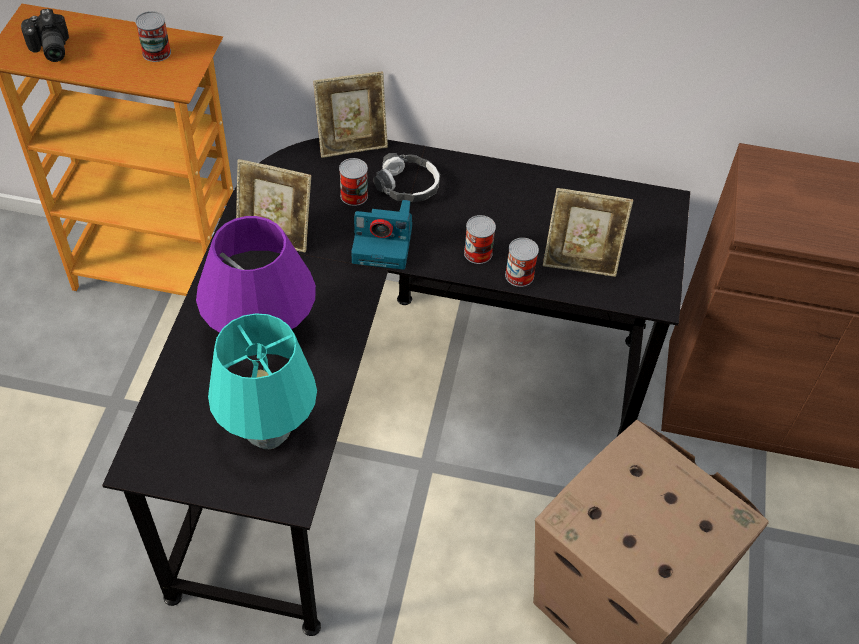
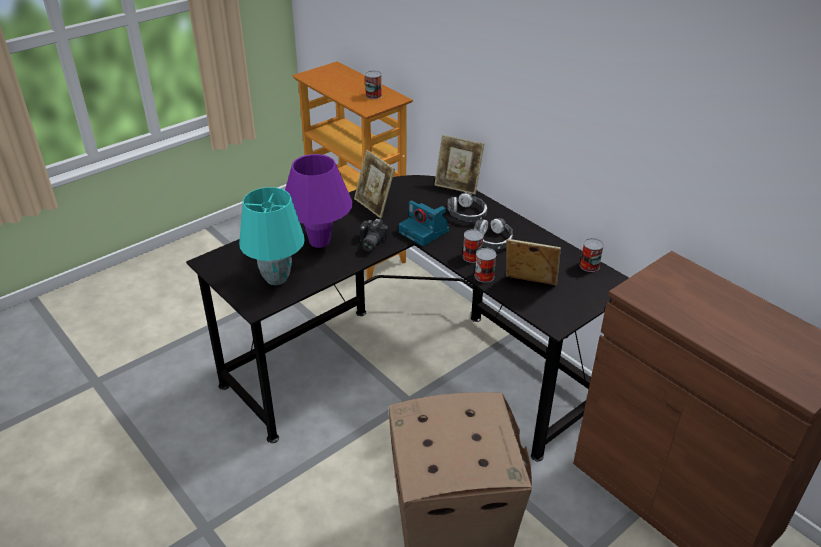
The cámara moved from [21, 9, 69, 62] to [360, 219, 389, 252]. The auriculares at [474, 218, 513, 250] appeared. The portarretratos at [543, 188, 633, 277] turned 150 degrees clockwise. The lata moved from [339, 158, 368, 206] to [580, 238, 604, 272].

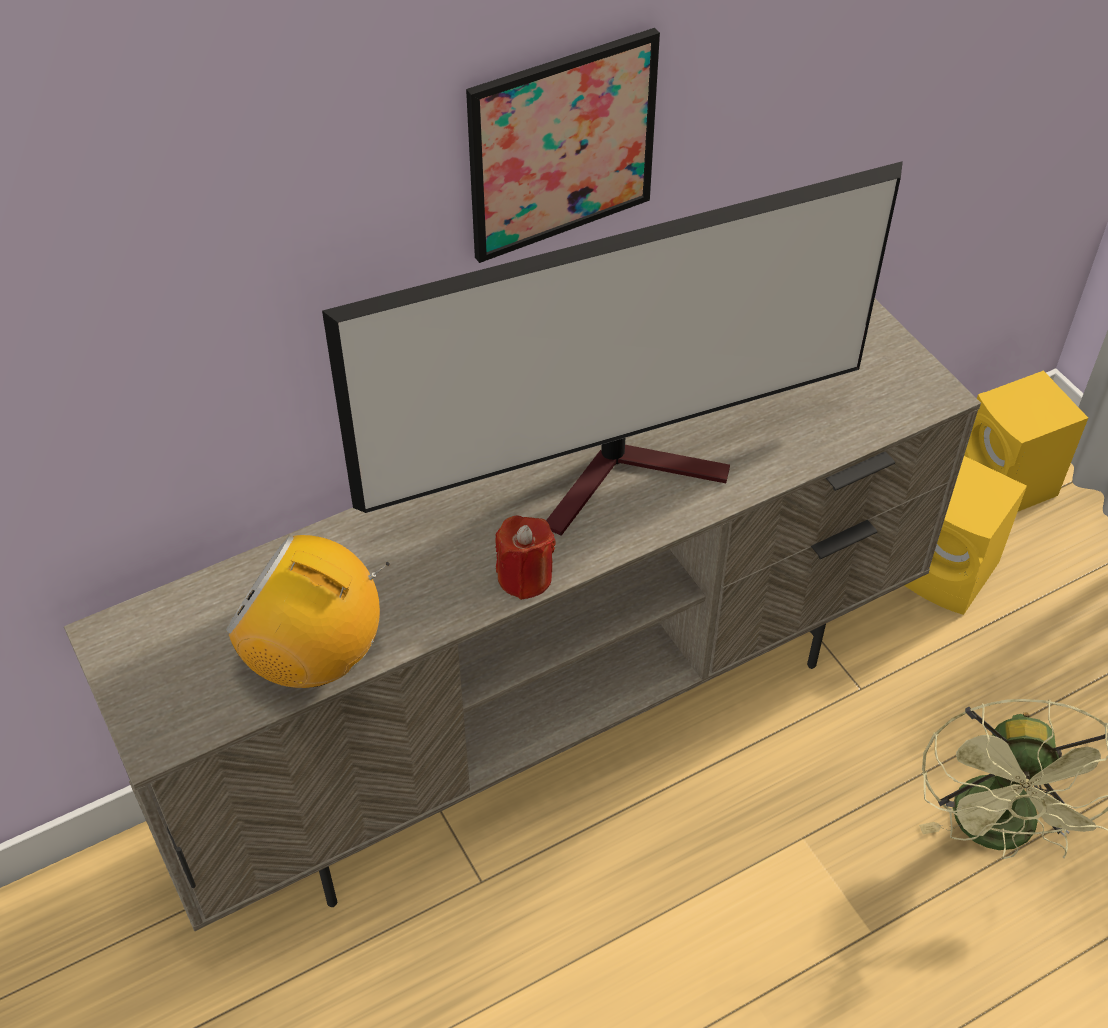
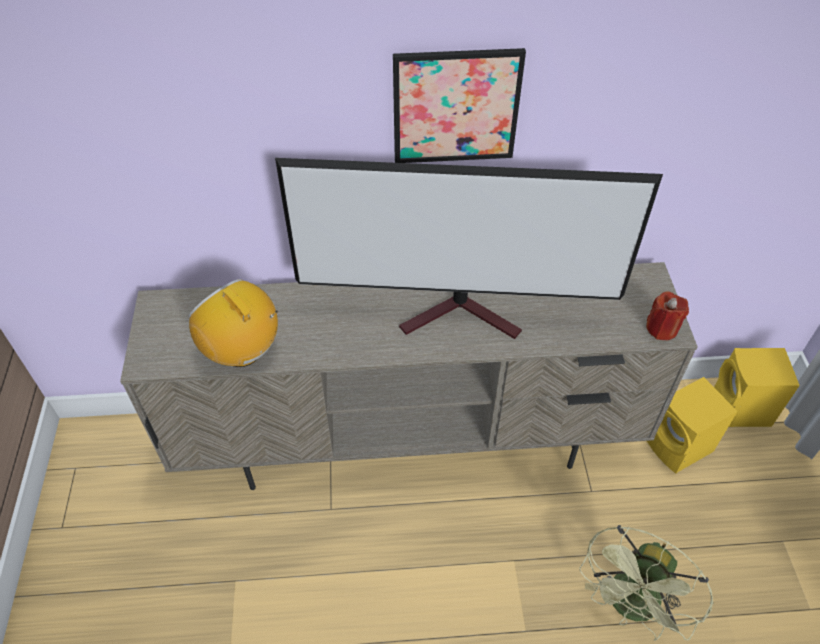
The vela [rojo] moved from [495, 515, 556, 600] to [646, 292, 689, 340].

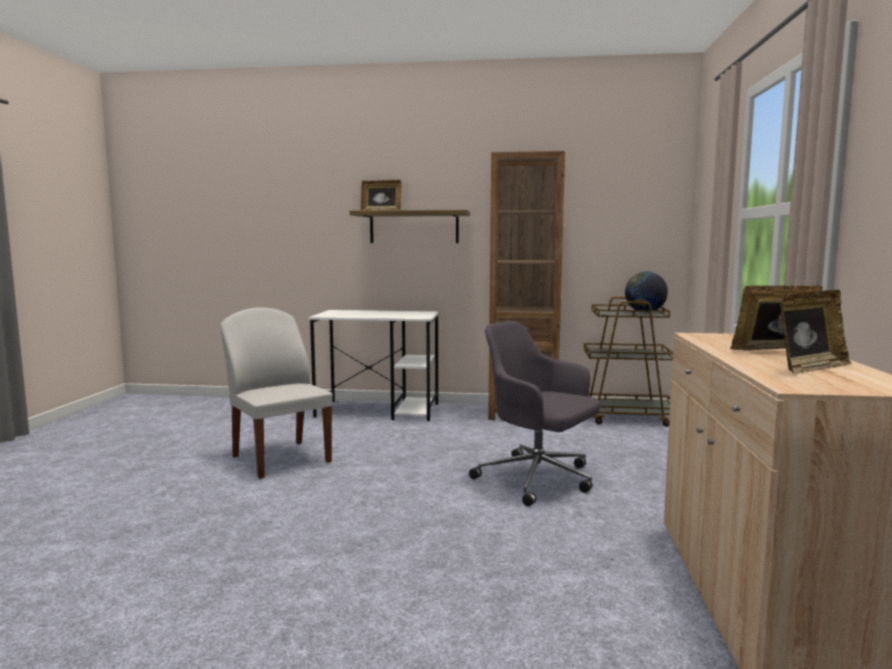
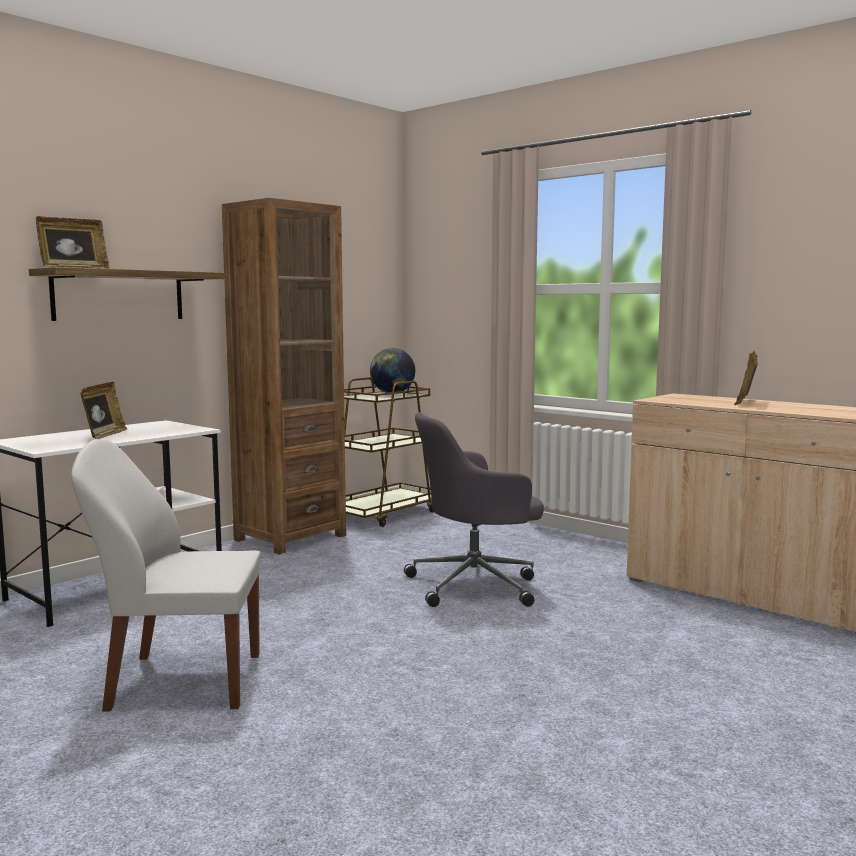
The portarretratos moved from [780, 290, 851, 374] to [80, 382, 127, 439].

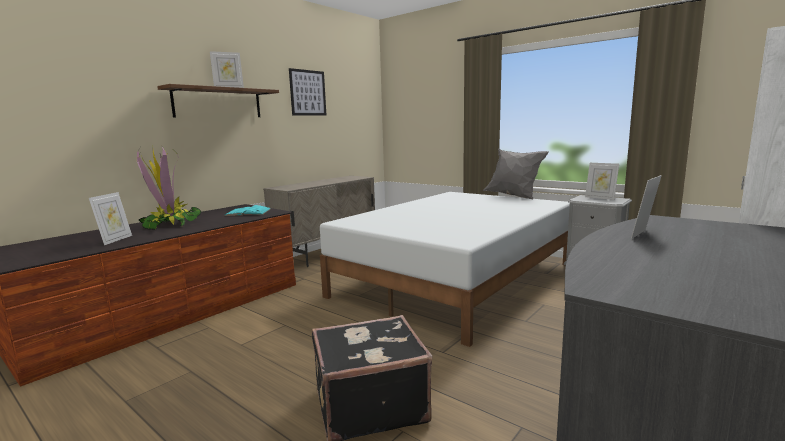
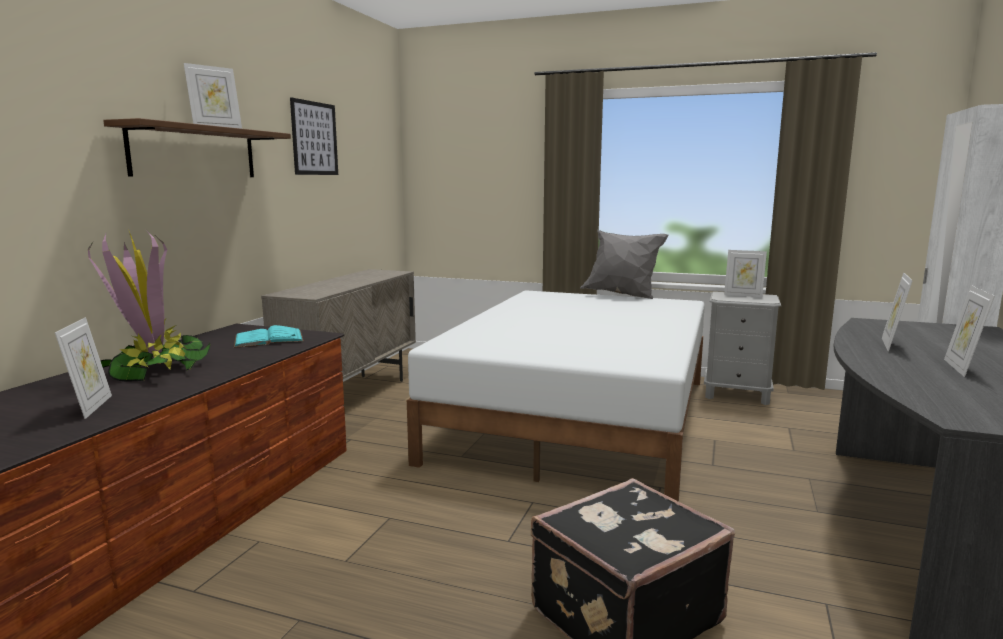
The portarretratos at [944, 285, 995, 377] appeared.

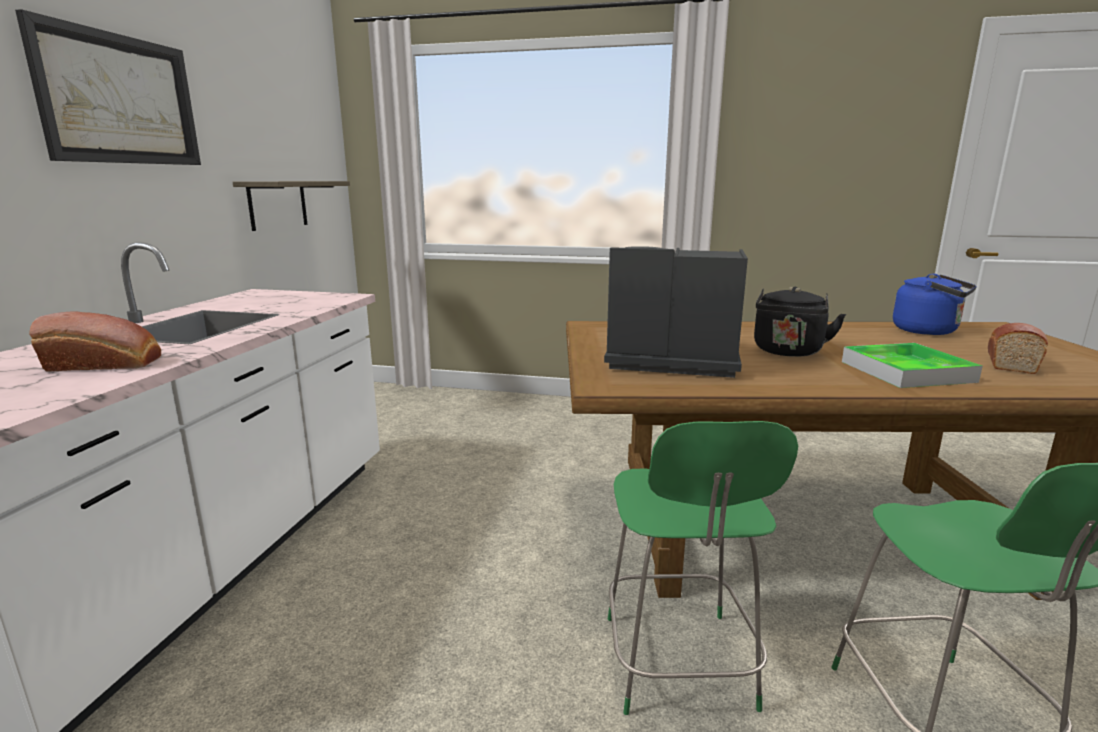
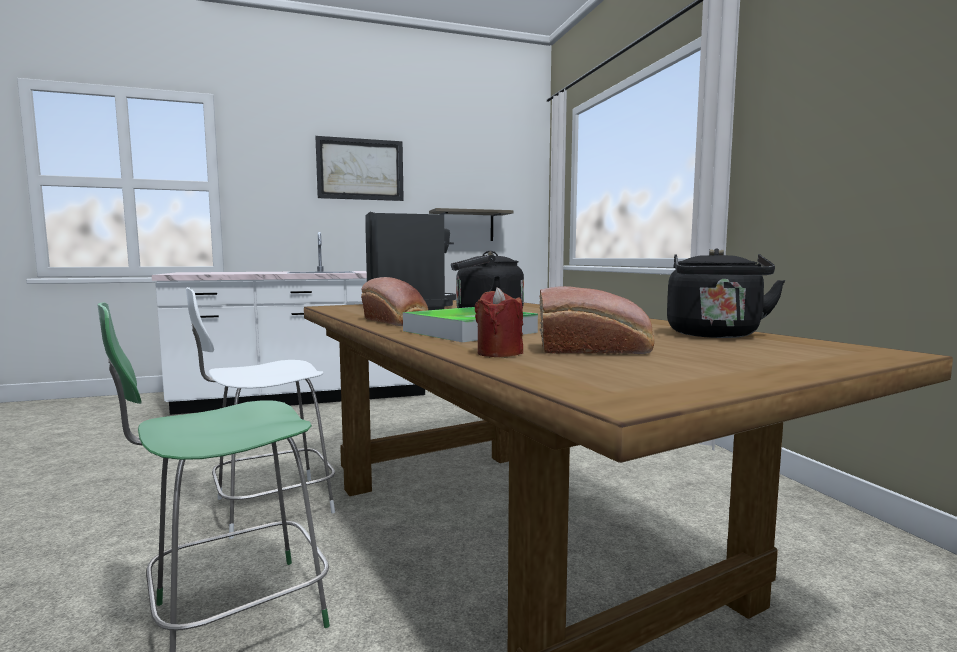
The silla [verde] at [608, 421, 798, 715] became the silla [blanco] at [186, 287, 335, 539]. The pan moved from [29, 312, 161, 372] to [361, 277, 428, 326]. The vela [rojo] at [475, 287, 523, 357] appeared. The hervidor [azul] at [893, 274, 977, 335] became the hervidor [negro] at [667, 248, 785, 338].

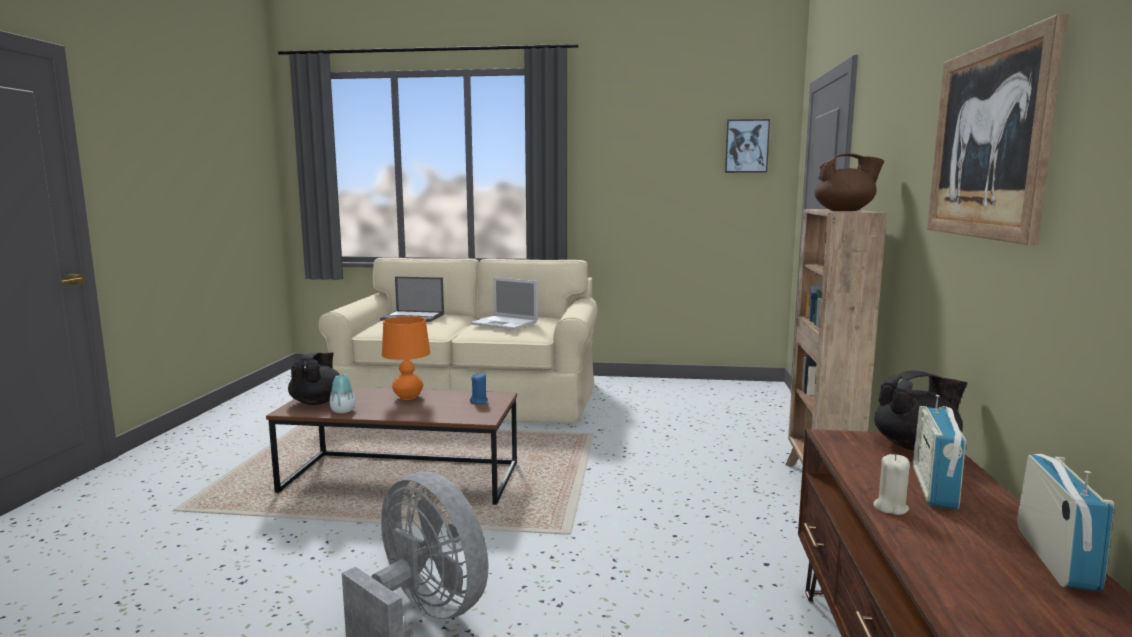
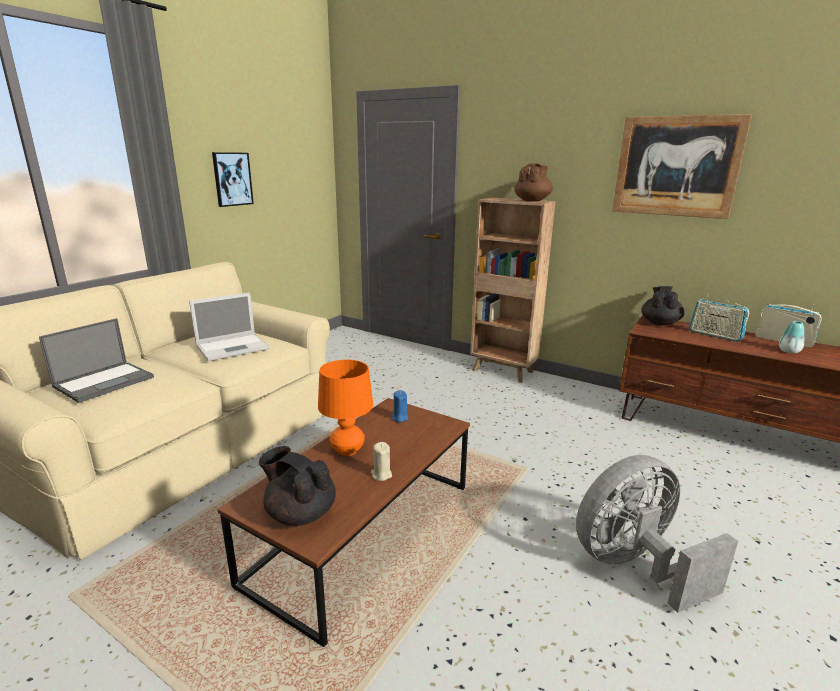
The cuadro moved from [725, 119, 770, 173] to [212, 152, 254, 207]. The vela [beis] moved from [873, 454, 910, 515] to [371, 442, 392, 481]. The florero moved from [330, 375, 355, 413] to [779, 321, 804, 354].

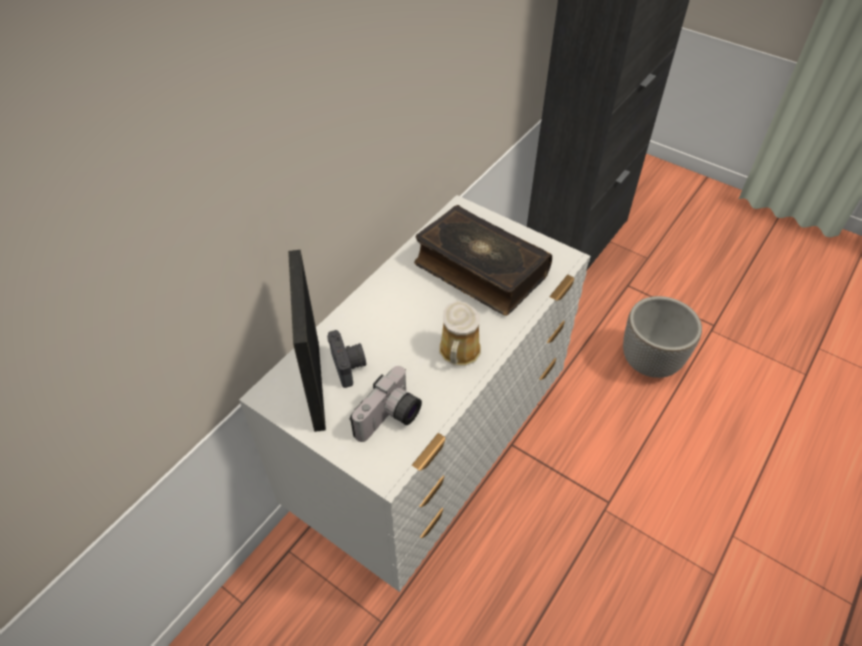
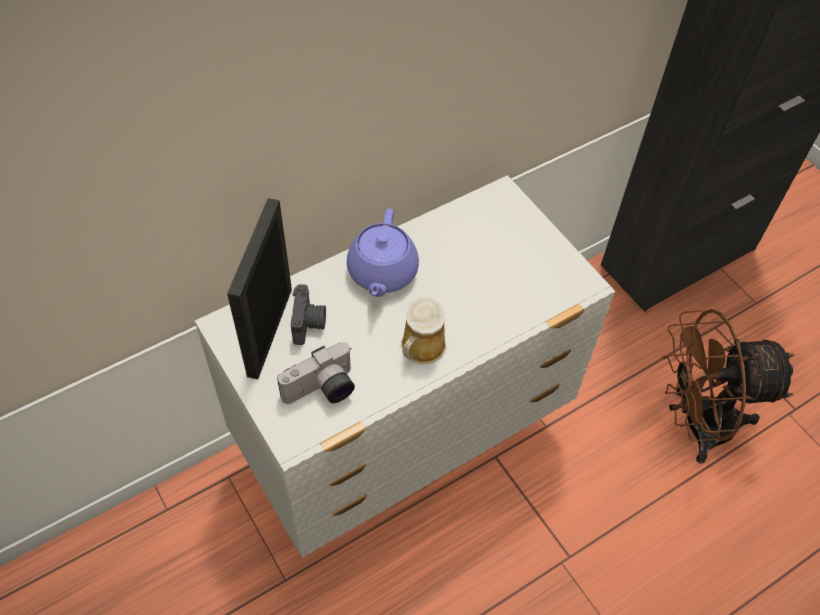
The tetera [morado] at [347, 209, 419, 297] appeared. The maceta at [623, 296, 702, 378] was replaced by the ventilador [marrón] at [662, 309, 794, 464]. The libro at [414, 205, 552, 316] disappeared.

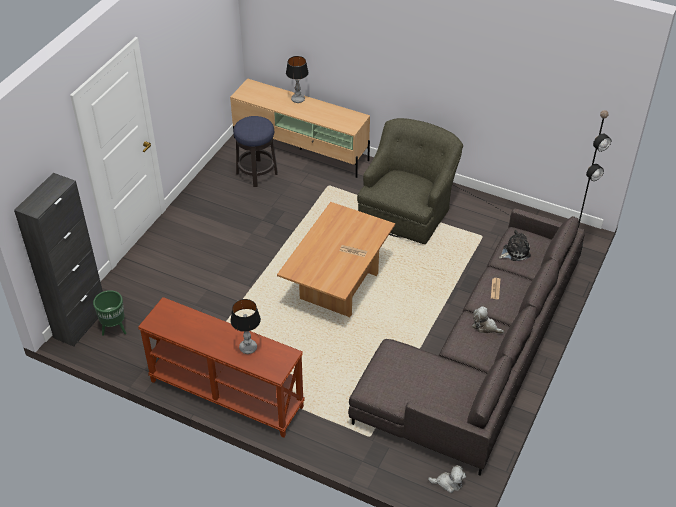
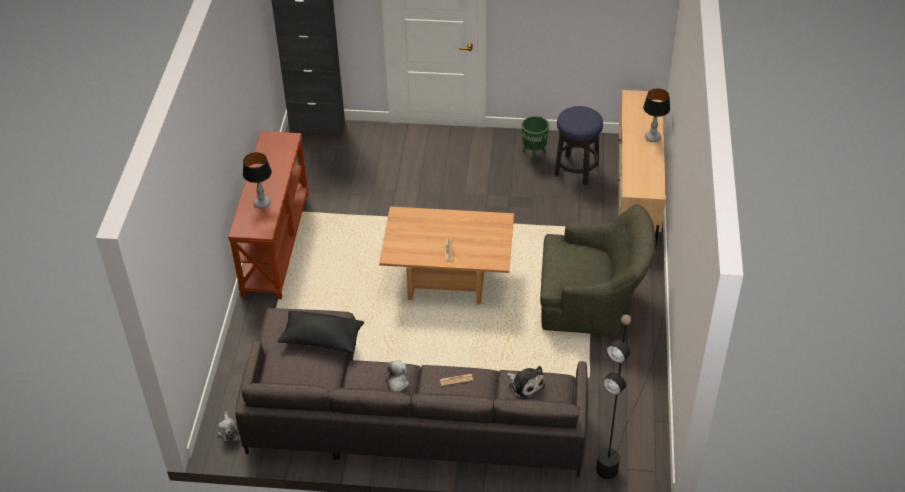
The cojín [negro] at [277, 310, 364, 353] appeared. The maceta [verde] moved from [93, 290, 126, 336] to [522, 116, 549, 165].

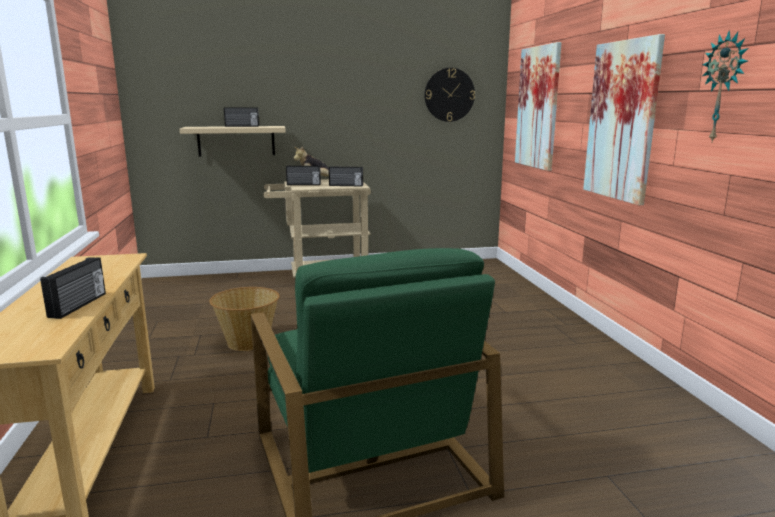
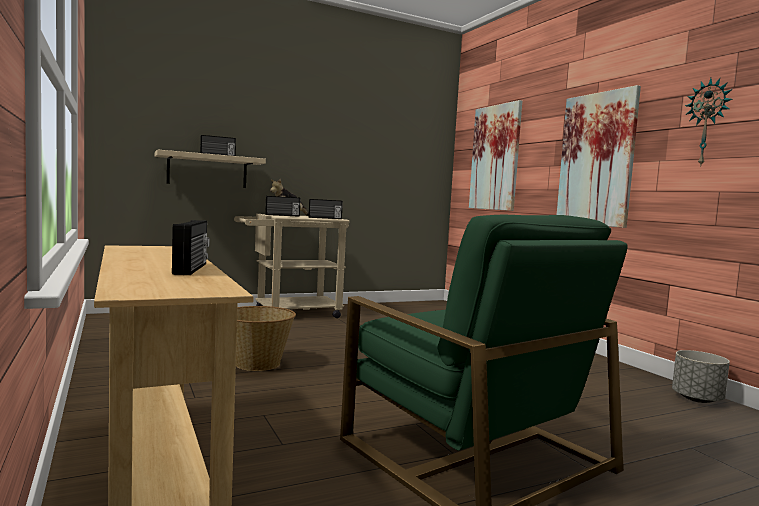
The maceta [gris] at [672, 350, 730, 403] appeared. The reloj de pared at [425, 68, 475, 122] disappeared.

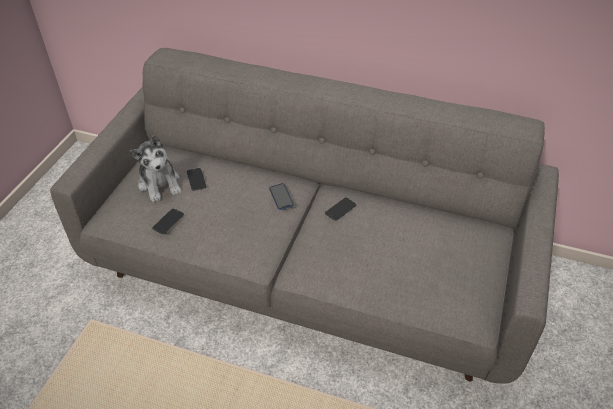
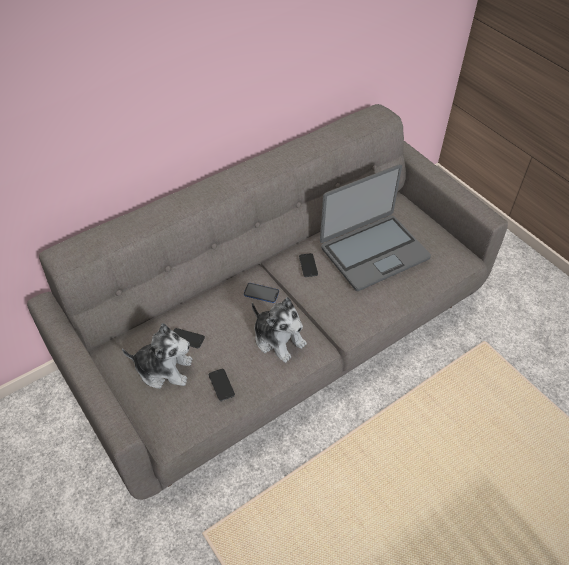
The peluche at [252, 297, 307, 363] appeared. The portátil at [320, 164, 431, 291] appeared.

